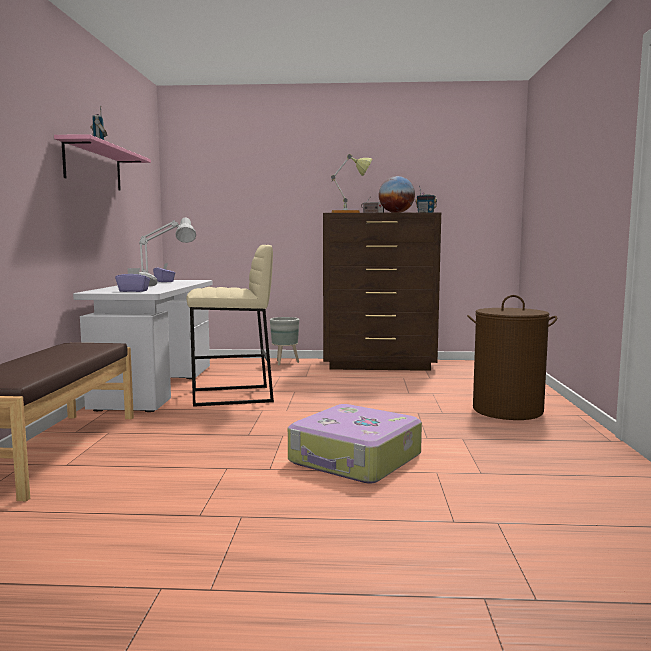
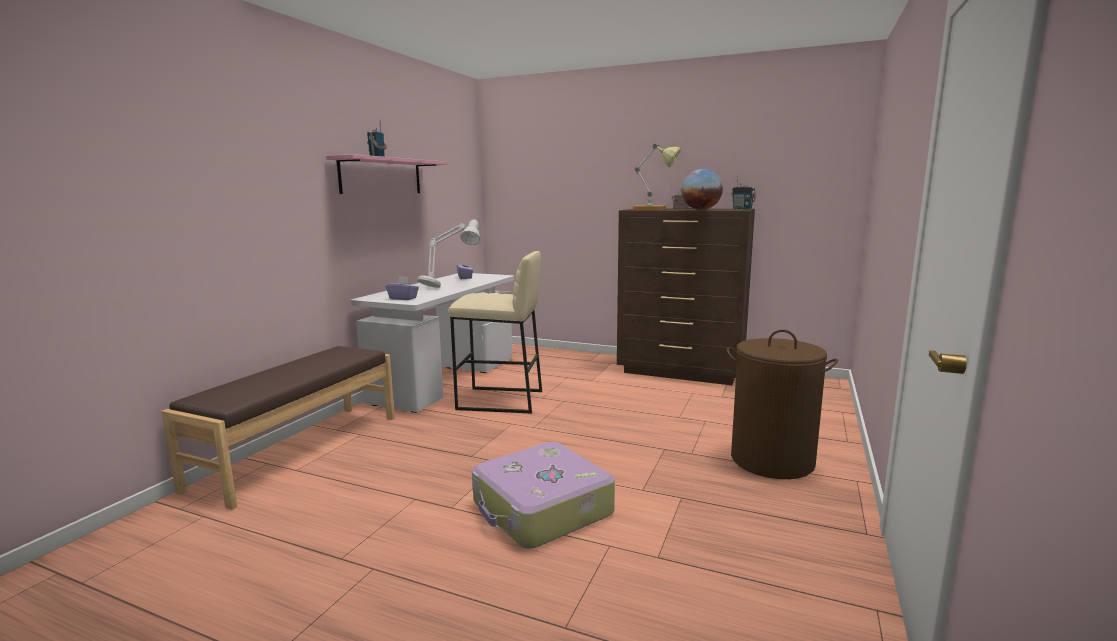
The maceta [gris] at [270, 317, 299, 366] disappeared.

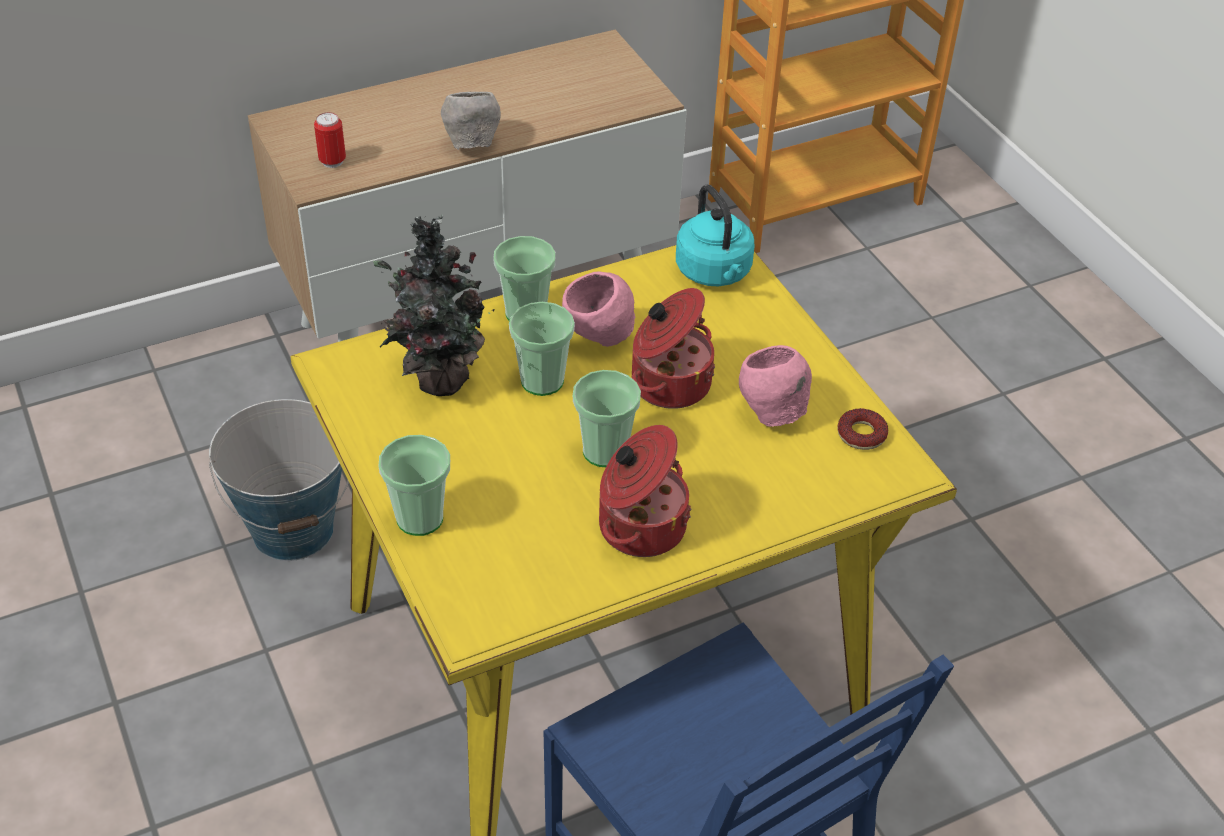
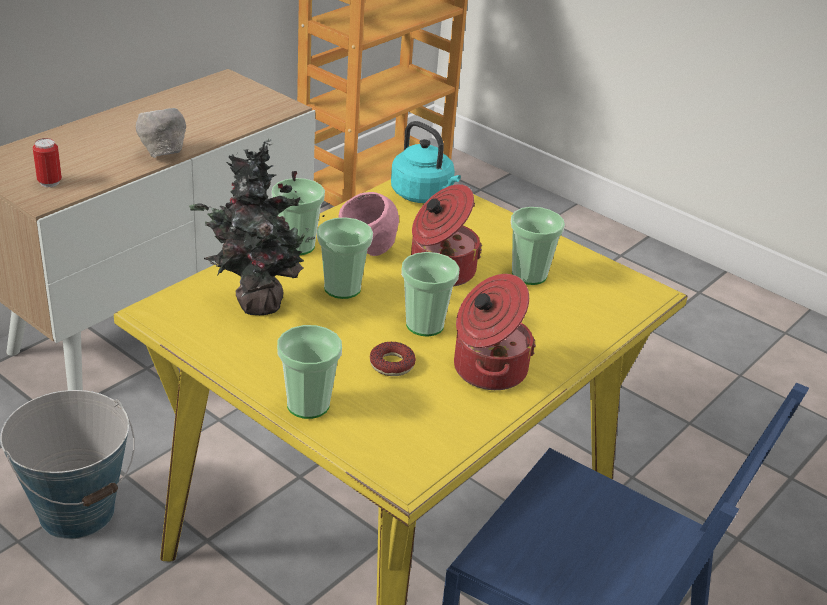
The rosquilla moved from [838, 408, 888, 450] to [370, 342, 416, 376]. The cuenco [rosa] at [739, 345, 812, 427] was replaced by the taza at [511, 207, 565, 285].

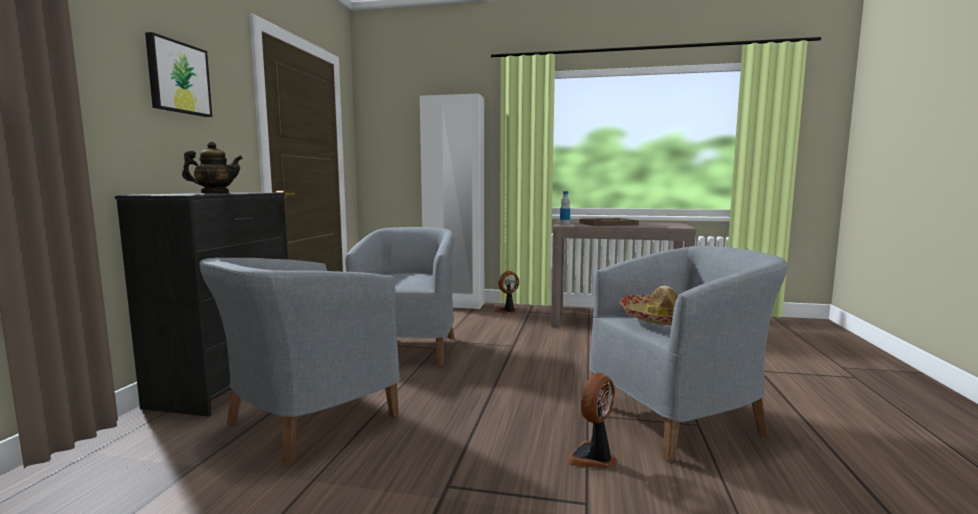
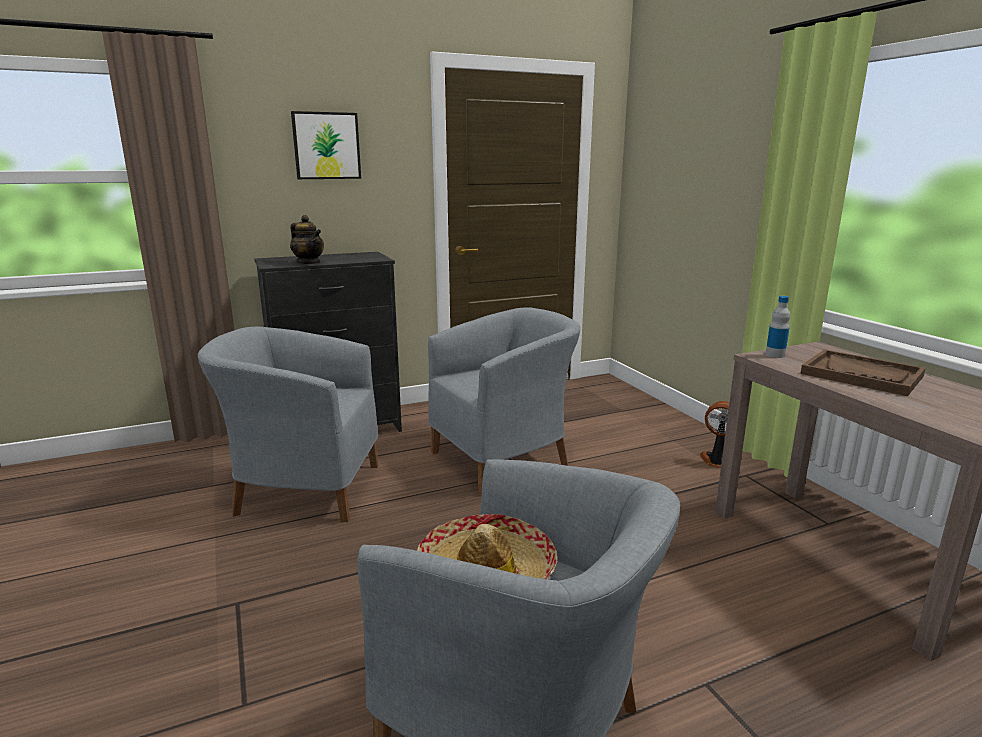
The armario ropero [blanco] at [420, 94, 484, 309] disappeared. The ventilador at [565, 373, 617, 468] disappeared.

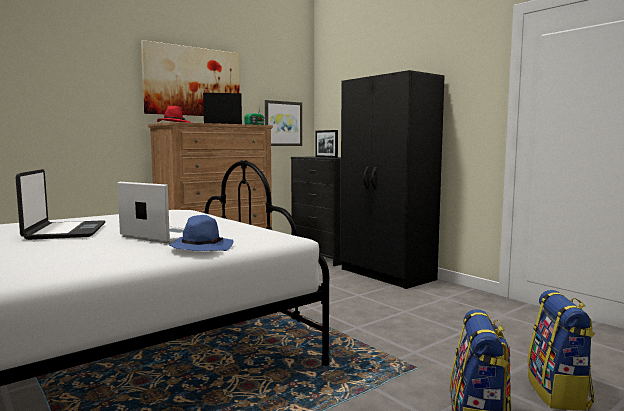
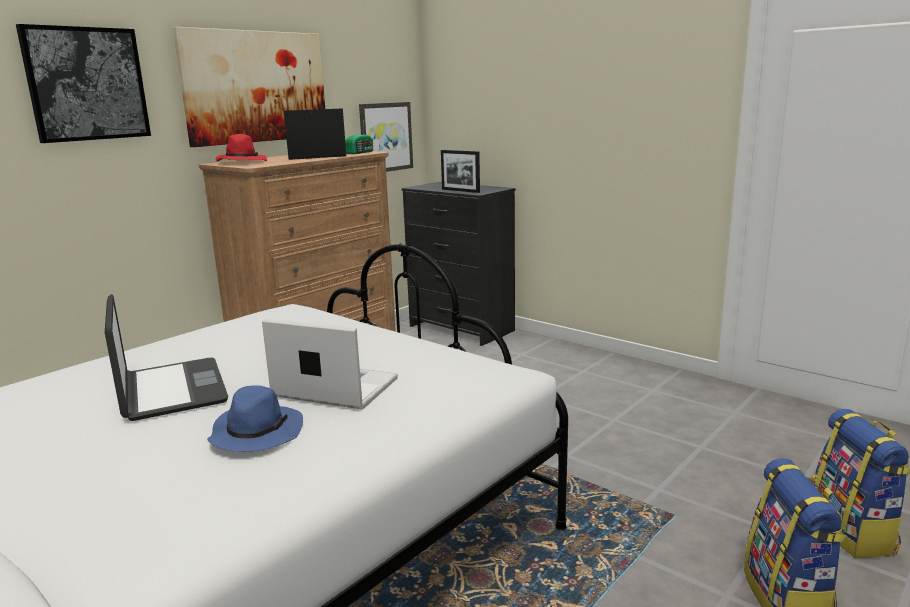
The cuadro at [16, 24, 151, 143] appeared. The sombrero [azul] moved from [168, 215, 234, 251] to [207, 385, 303, 451]. The armario ropero [negro] at [340, 70, 445, 289] disappeared.

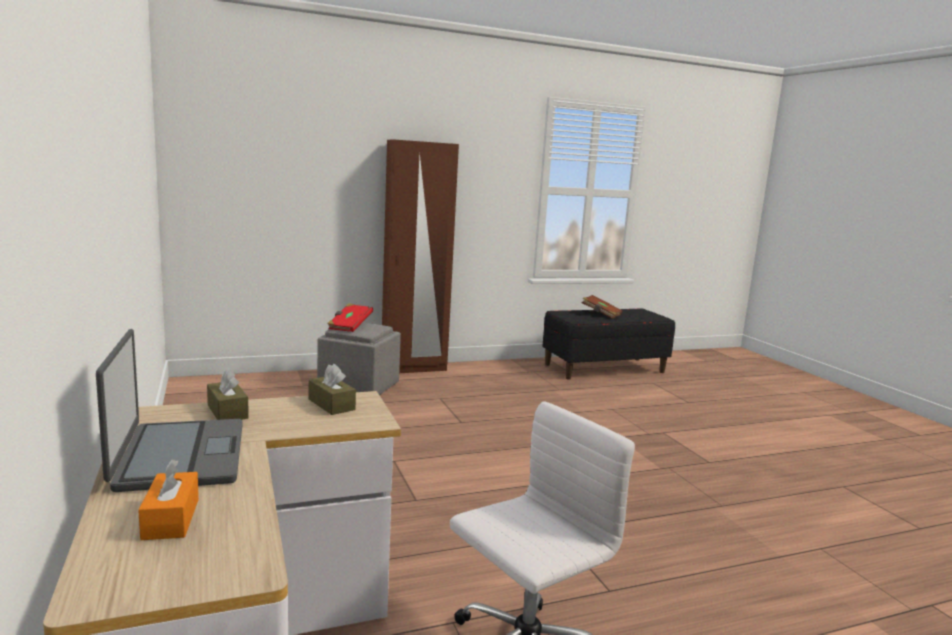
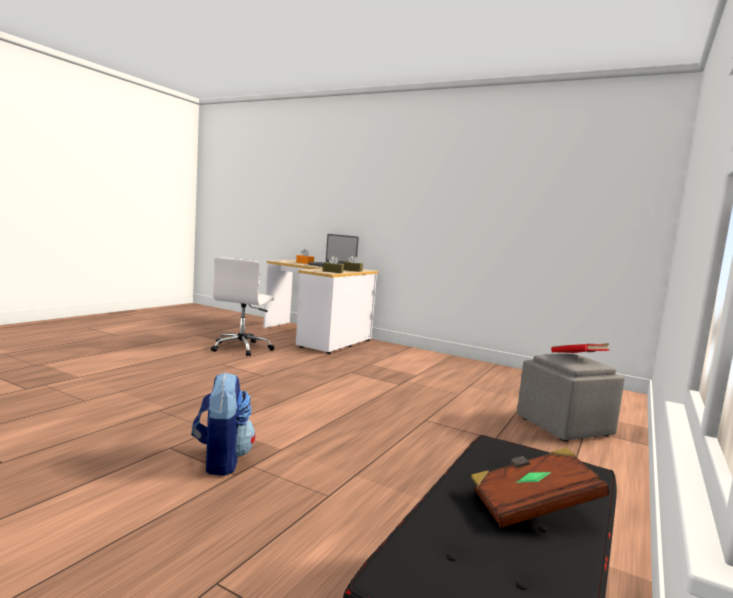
The mochila at [192, 372, 255, 476] appeared. The armario ropero [marrón] at [382, 139, 459, 373] disappeared.

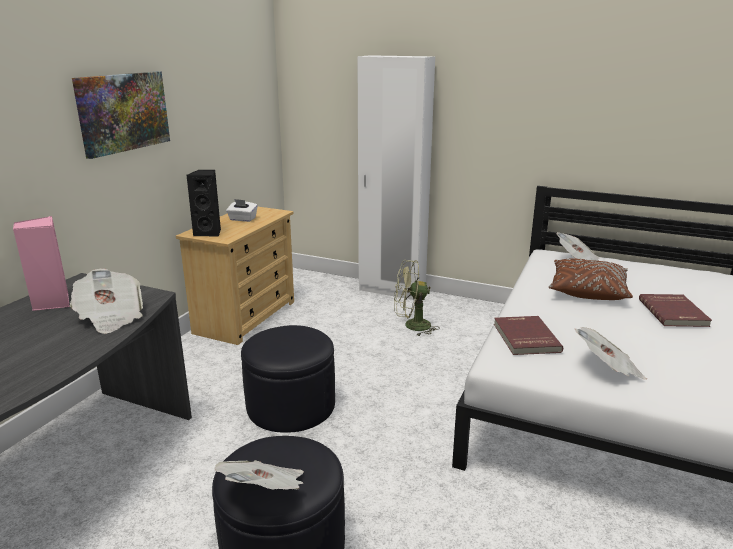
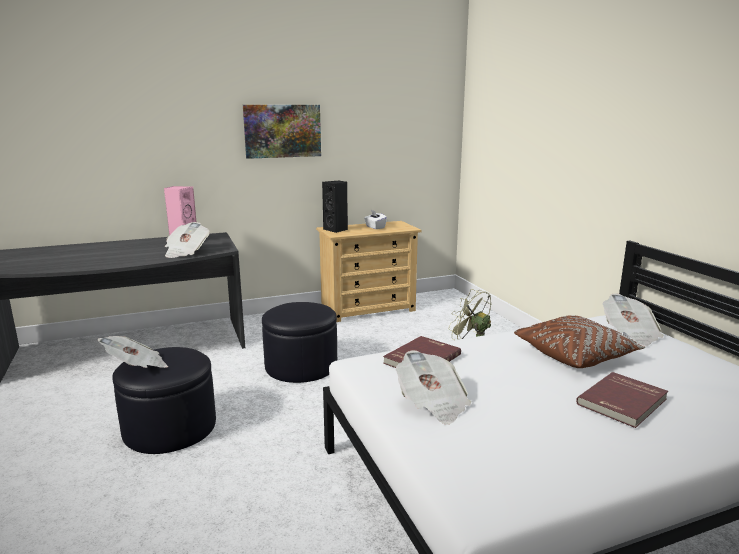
The armario ropero [blanco] at [357, 55, 435, 300] disappeared.

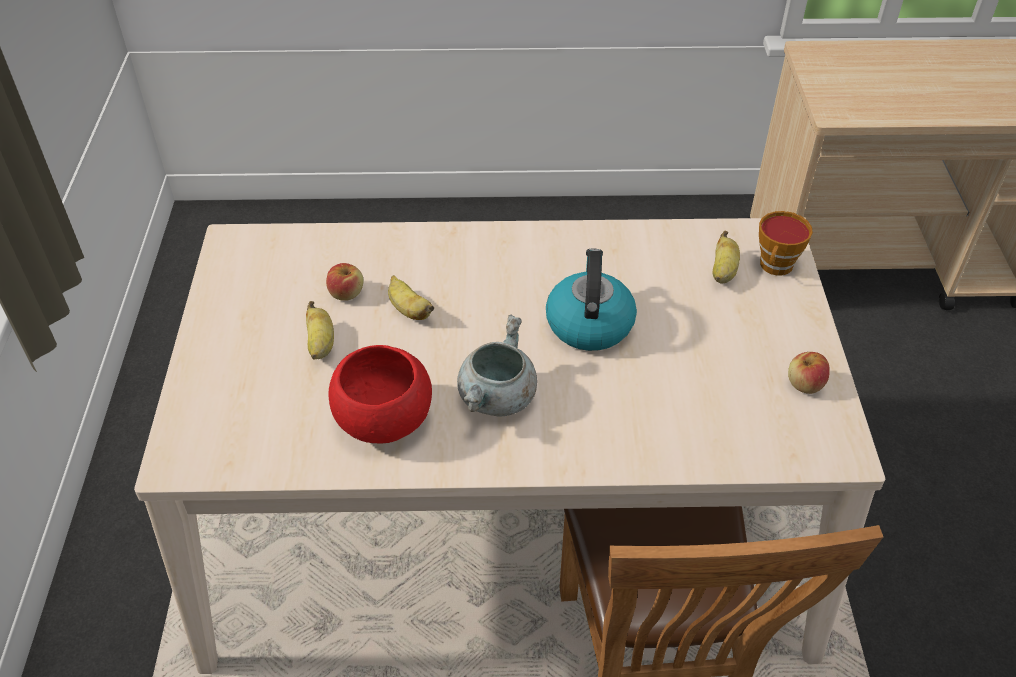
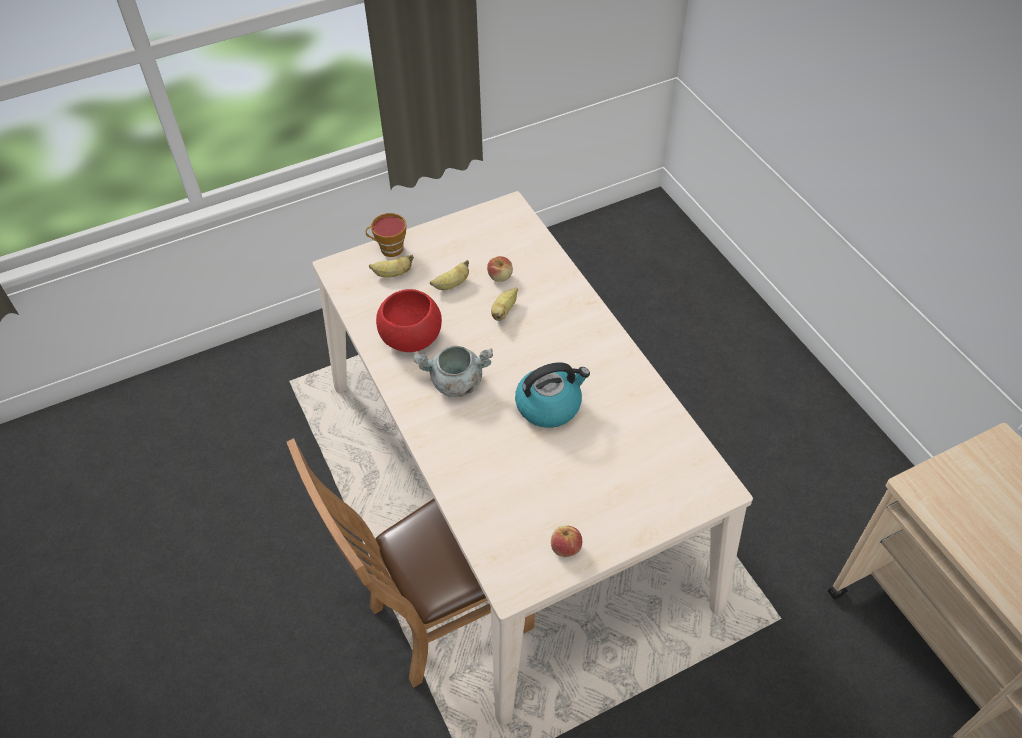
The taza moved from [759, 211, 813, 276] to [366, 213, 406, 257]. The plátano moved from [713, 230, 740, 283] to [369, 255, 414, 278].

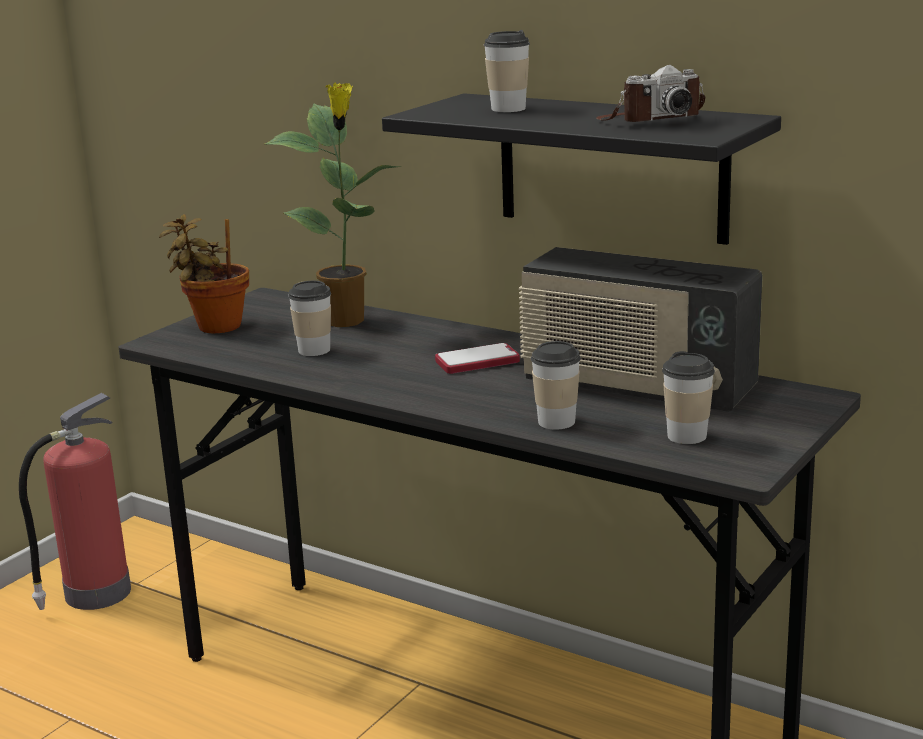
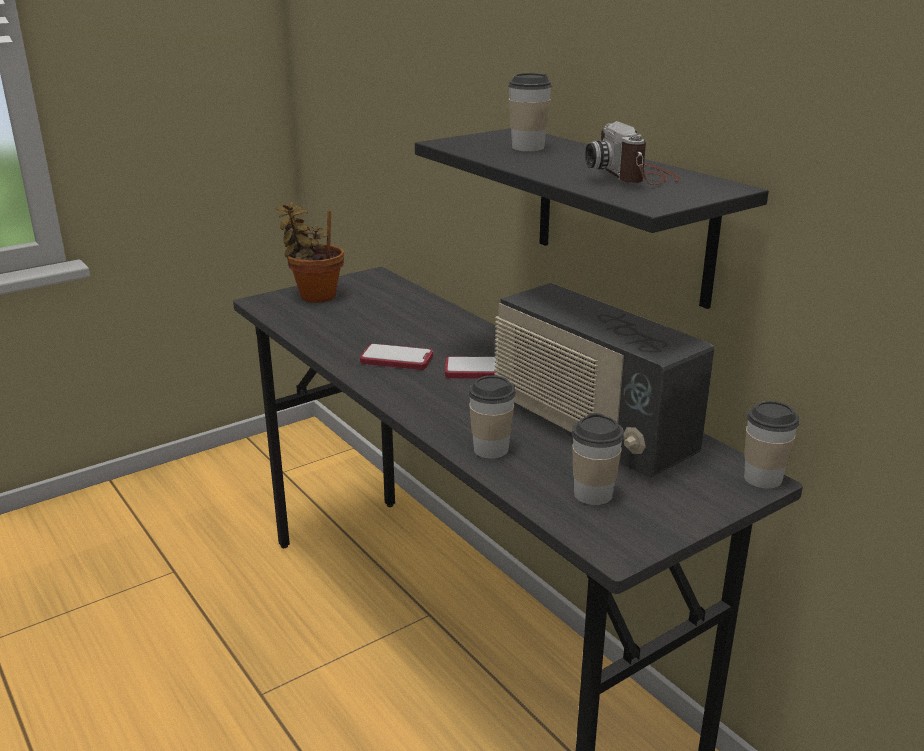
The móvil at [360, 344, 433, 370] appeared. The cámara at [596, 65, 705, 122] turned 75 degrees clockwise. The taza moved from [288, 281, 331, 356] to [744, 401, 799, 488]. The extintor at [19, 393, 131, 610] disappeared. The planta en maceta at [265, 83, 402, 327] disappeared.

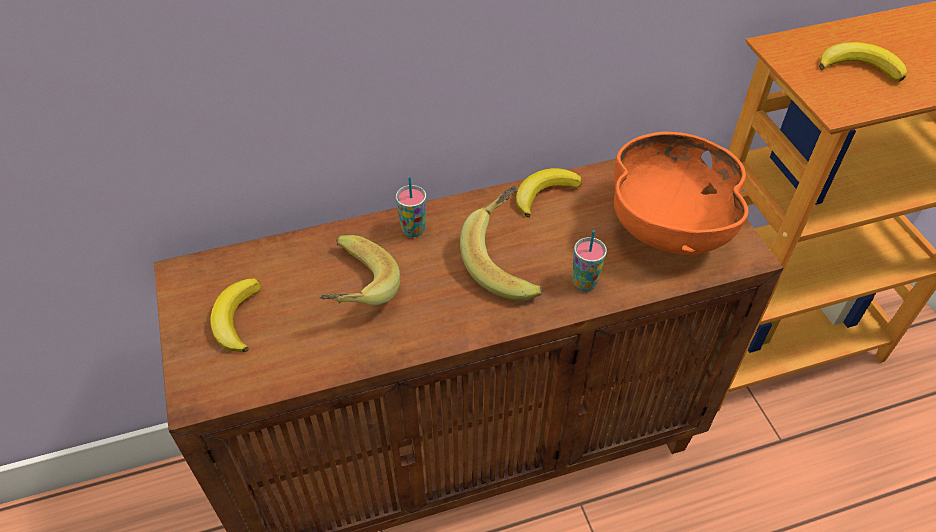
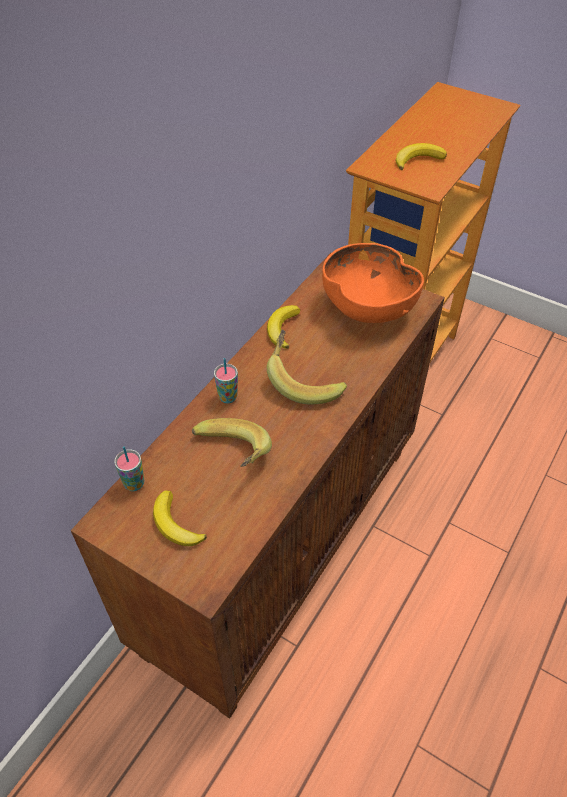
The taza moved from [572, 230, 607, 291] to [114, 447, 144, 491].

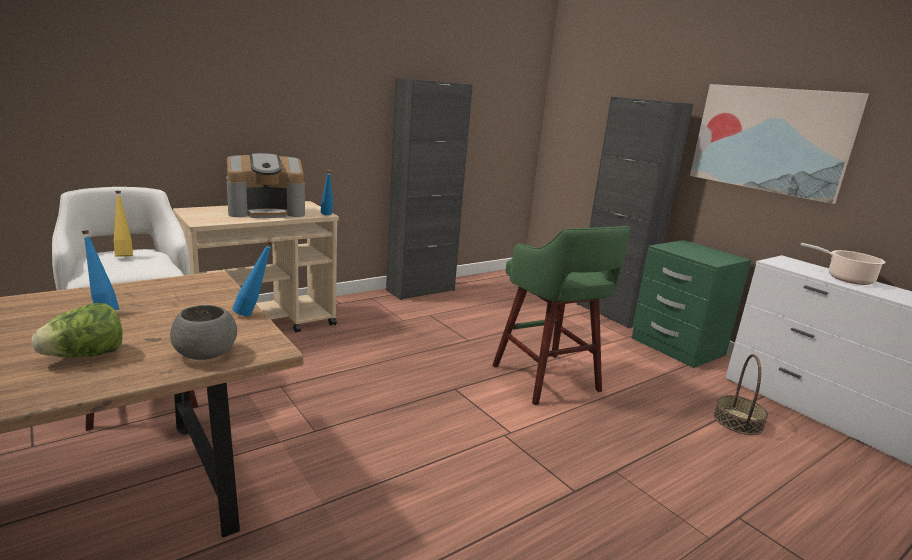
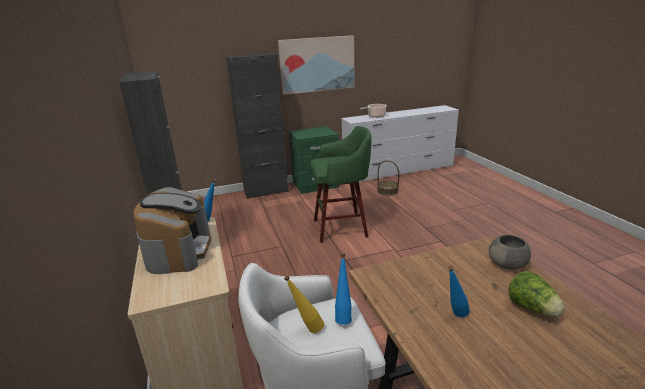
The botella [azul] moved from [232, 240, 274, 316] to [335, 254, 352, 324].

